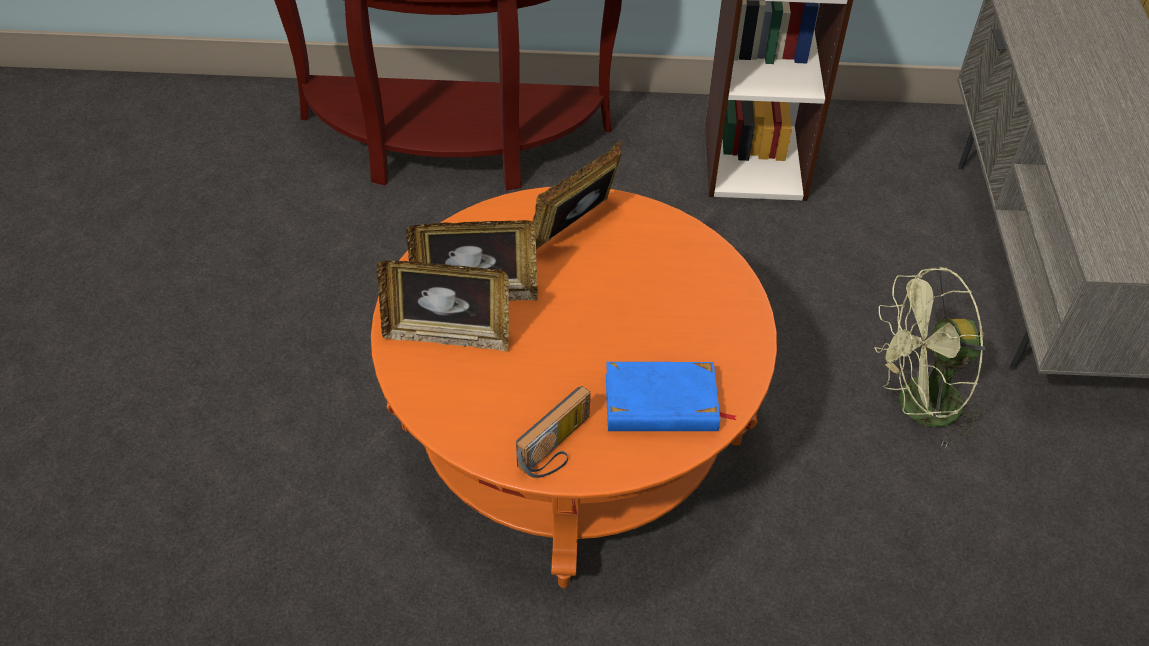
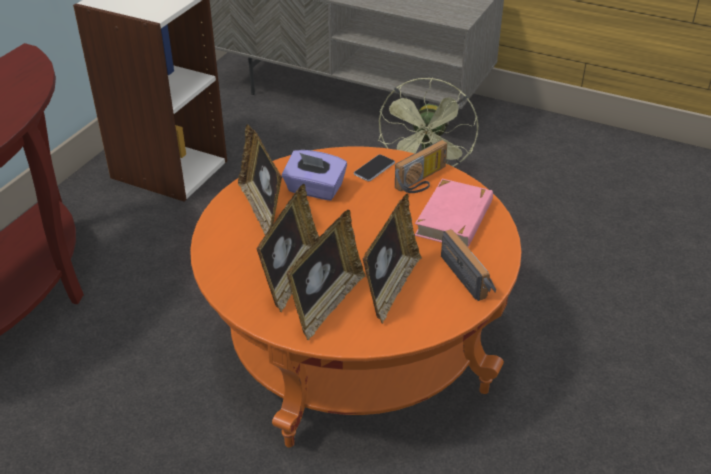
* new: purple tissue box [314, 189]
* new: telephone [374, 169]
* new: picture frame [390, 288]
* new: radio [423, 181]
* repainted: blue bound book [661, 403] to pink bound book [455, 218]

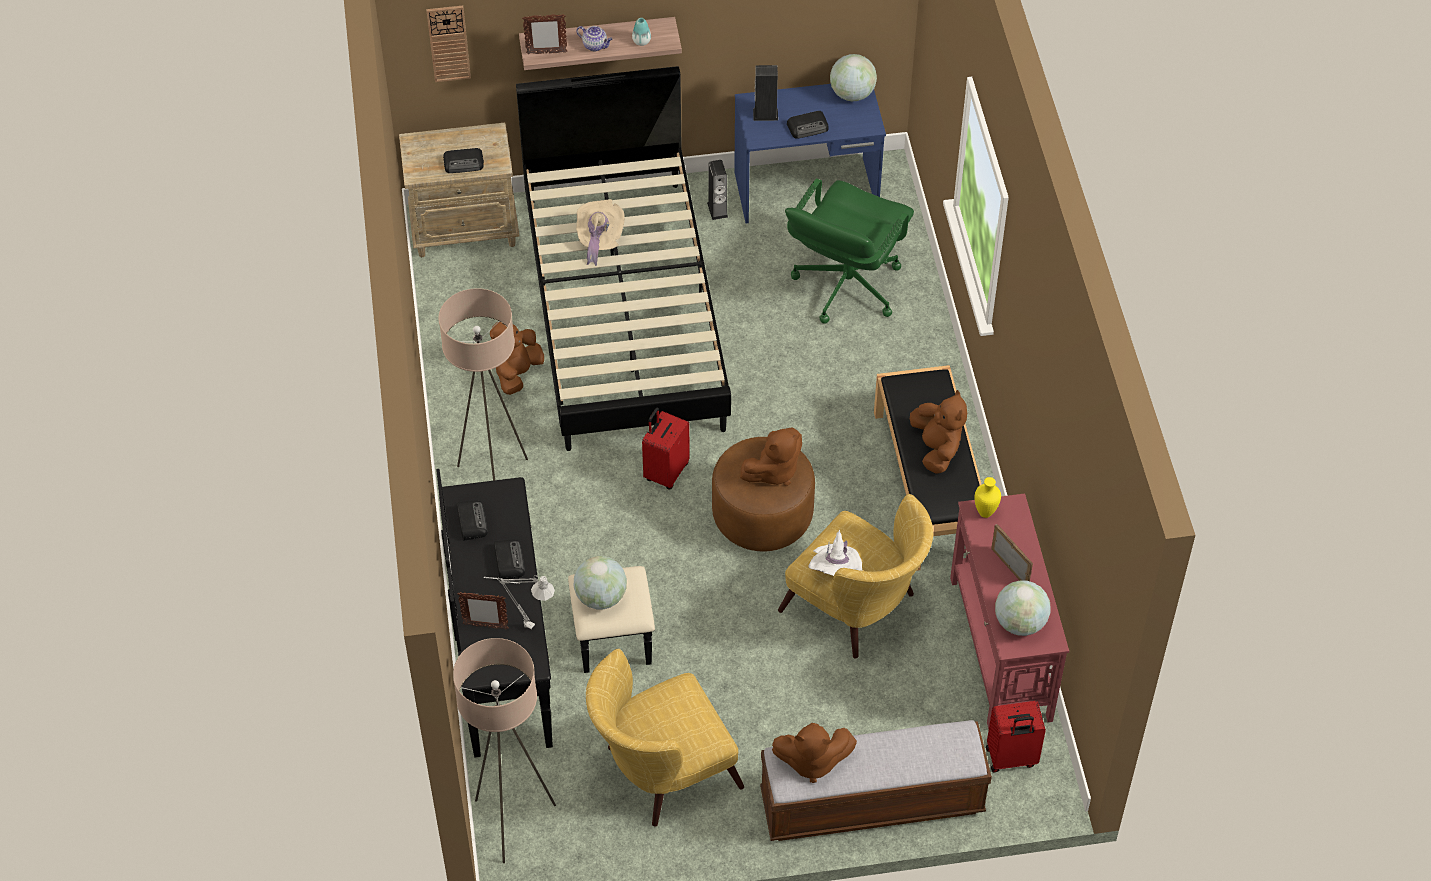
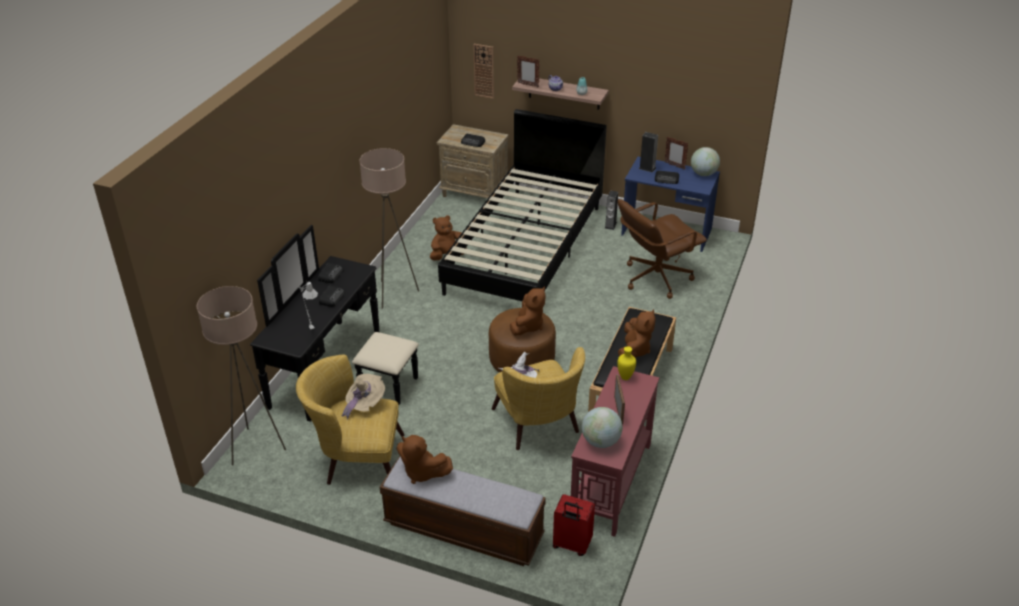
* shifted: sand-coloured hat [599, 240] to [364, 404]
* rotated: brown-coloured cuddly toy [774, 471] = [528, 326] 60 degrees counterclockwise
* repainted: green desk chair [845, 286] to brown-coloured desk chair [655, 278]
* shifted: picture frame [485, 626] to [674, 166]
* gone: desk globe [600, 597]
* gone: red-coloured suitcase [665, 472]

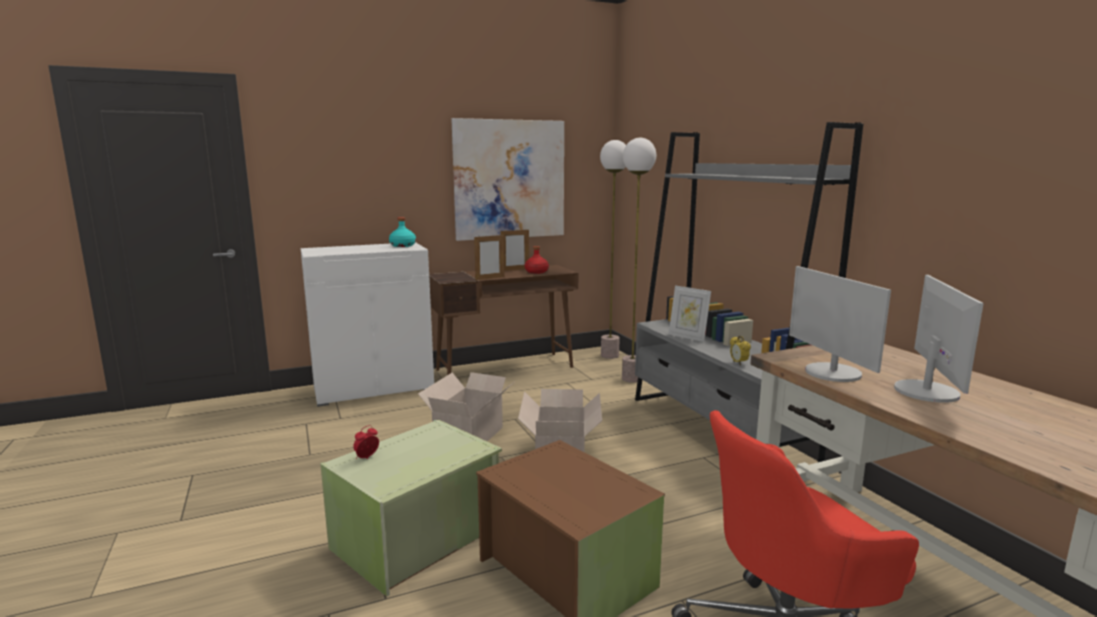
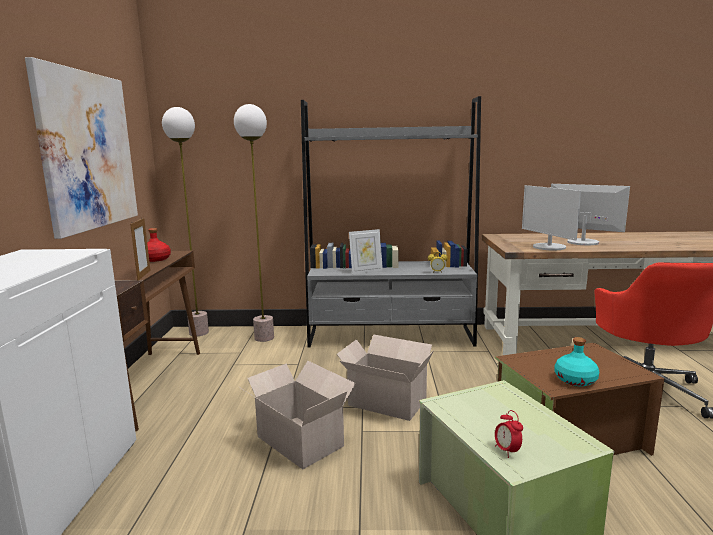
* rotated: computer screen [832, 373] = [549, 247] 60 degrees clockwise
* shifted: turquoise-coloured drink bottle [402, 245] to [575, 380]
* gone: picture frame [515, 270]

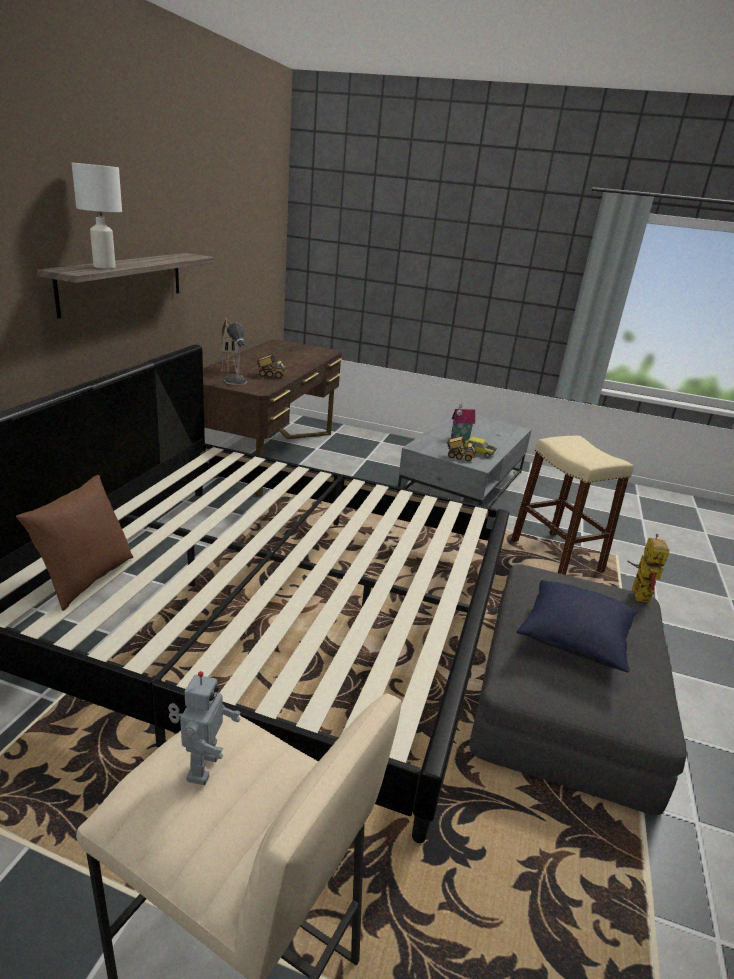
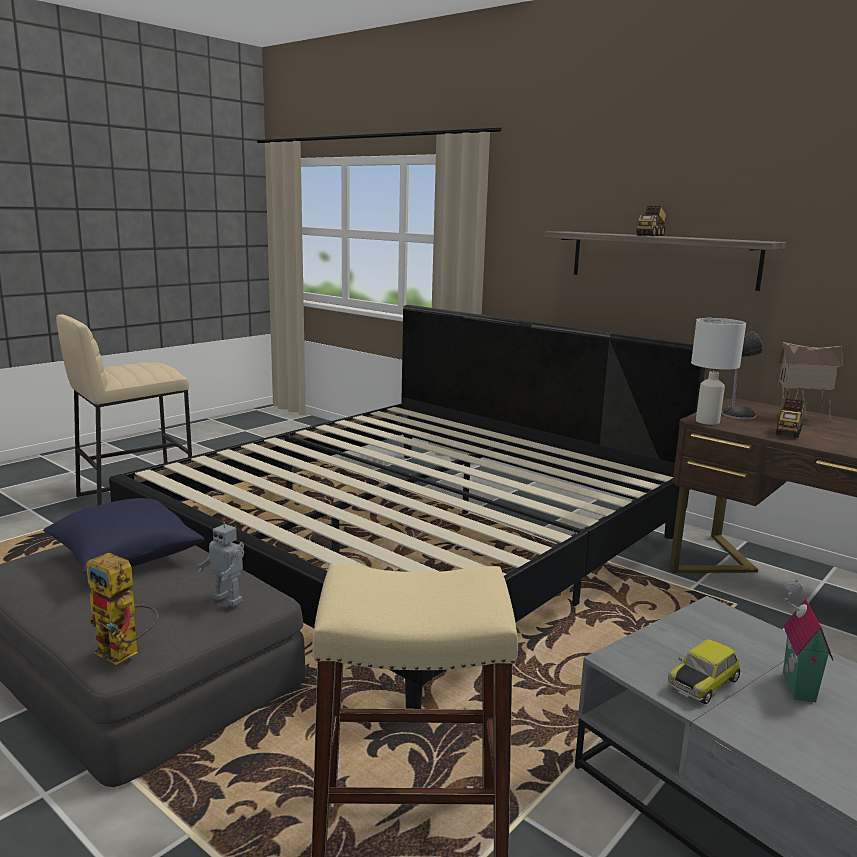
* shifted: model robot [201, 766] to [229, 599]
* shifted: toy lorry [459, 457] to [650, 235]
* shifted: white tabletop lamp [104, 267] to [708, 421]
* gone: brown-coloured throw pillow [86, 579]

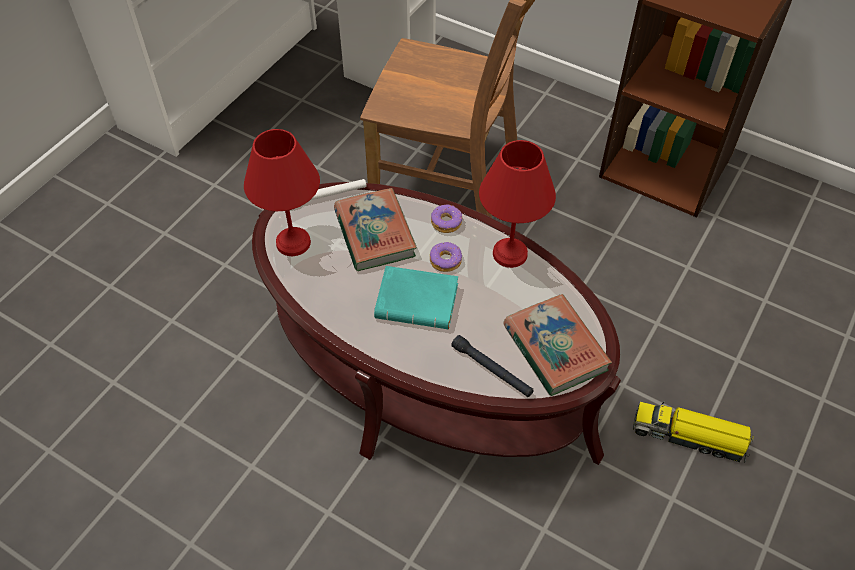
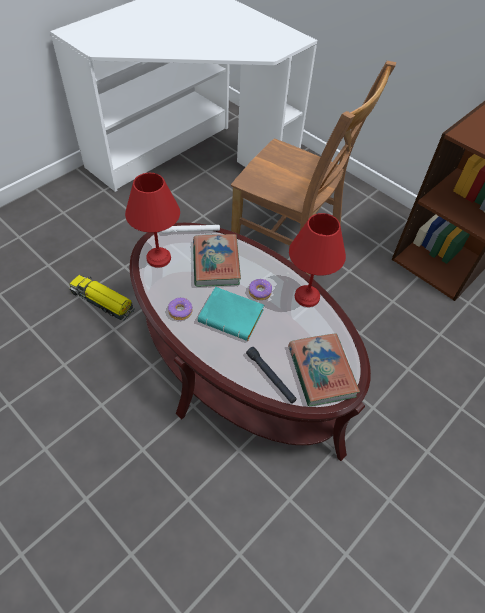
* shifted: toy lorry [690, 436] to [103, 301]
* shifted: ring doughnut [446, 222] to [180, 311]

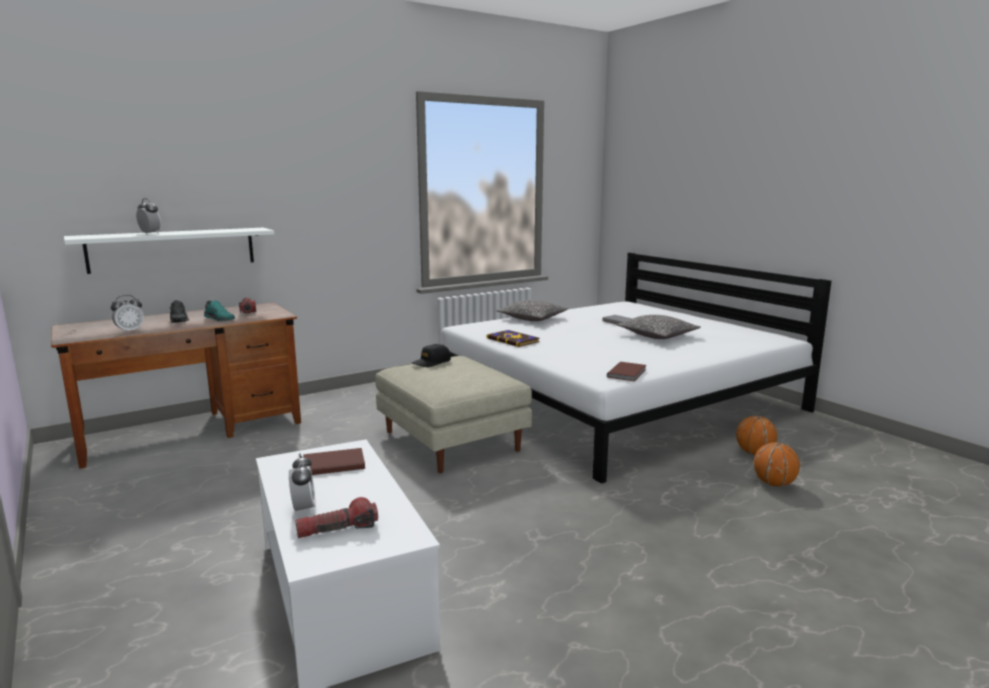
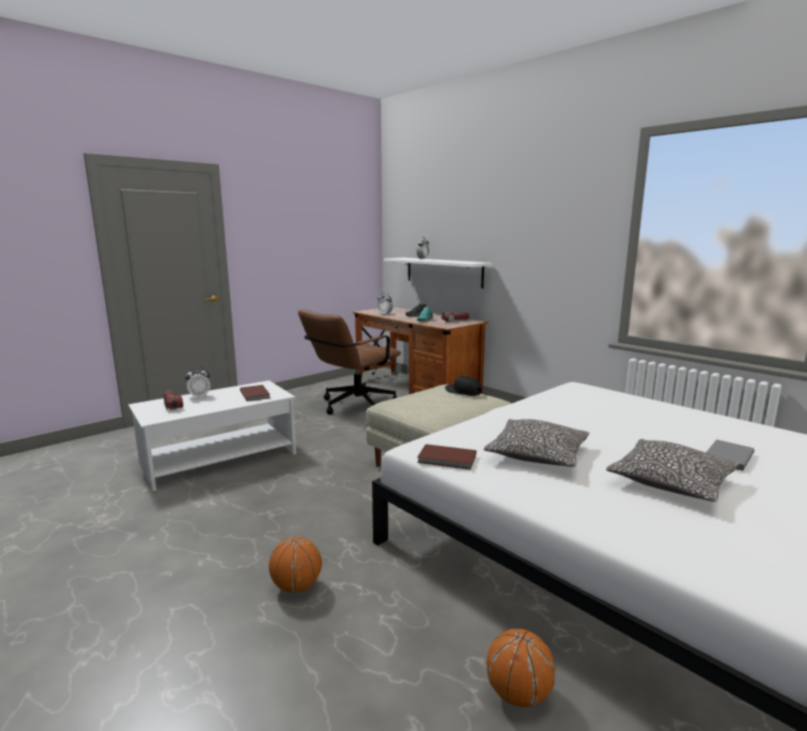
* shifted: ball for basketball [773, 484] to [297, 586]
* new: brown-coloured desk chair [352, 406]
* shifted: throw pillow [532, 318] to [537, 454]
* gone: bound book [513, 340]

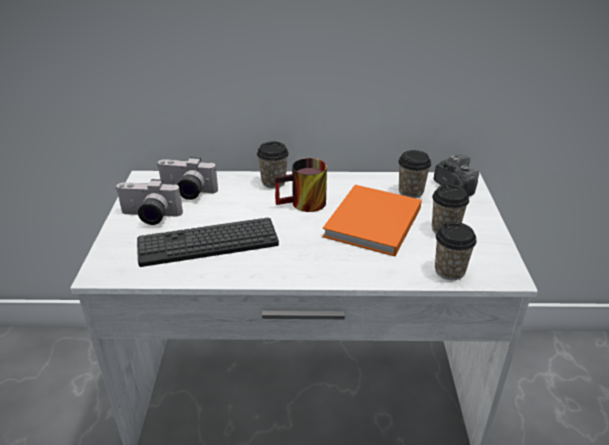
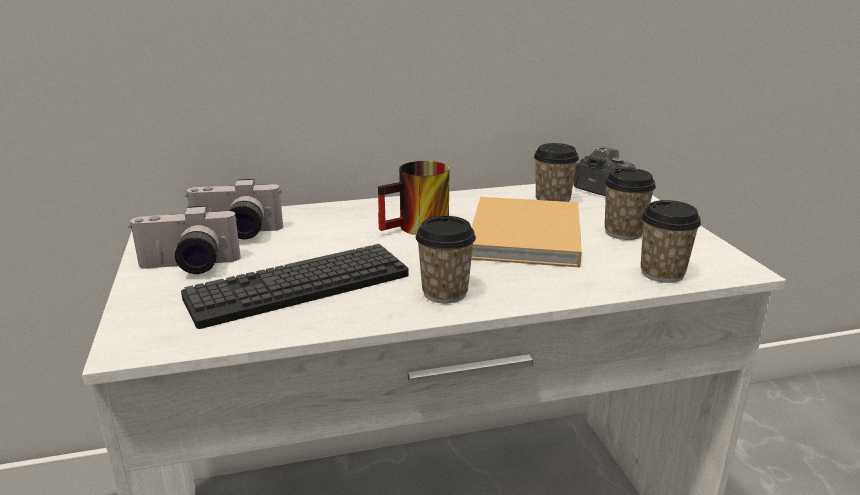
* shifted: small cup [273, 182] to [445, 293]
* repainted: orange bound book [372, 224] to sand-coloured bound book [525, 237]

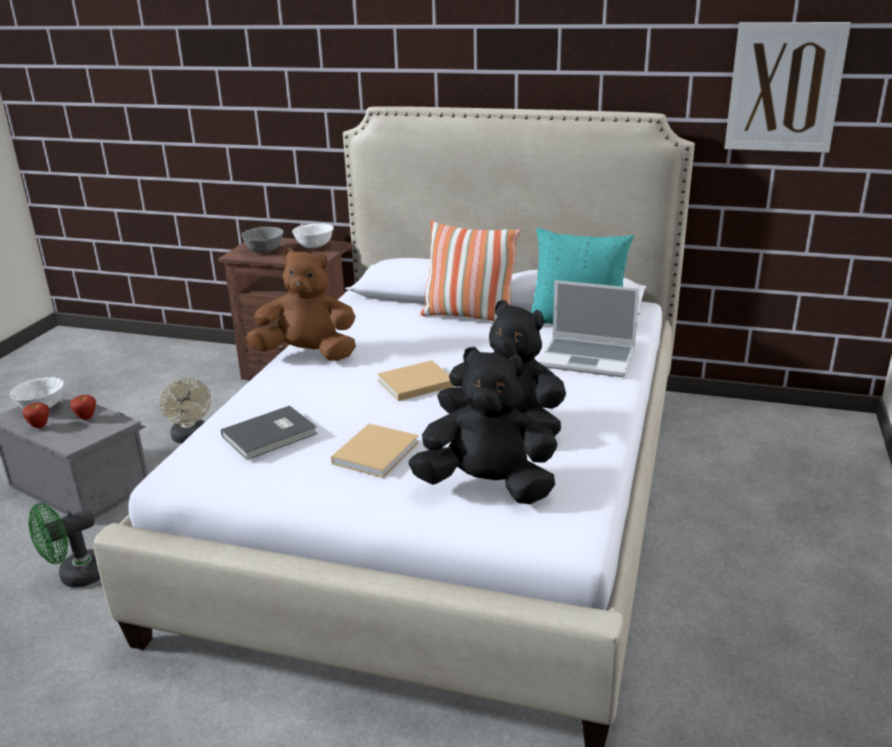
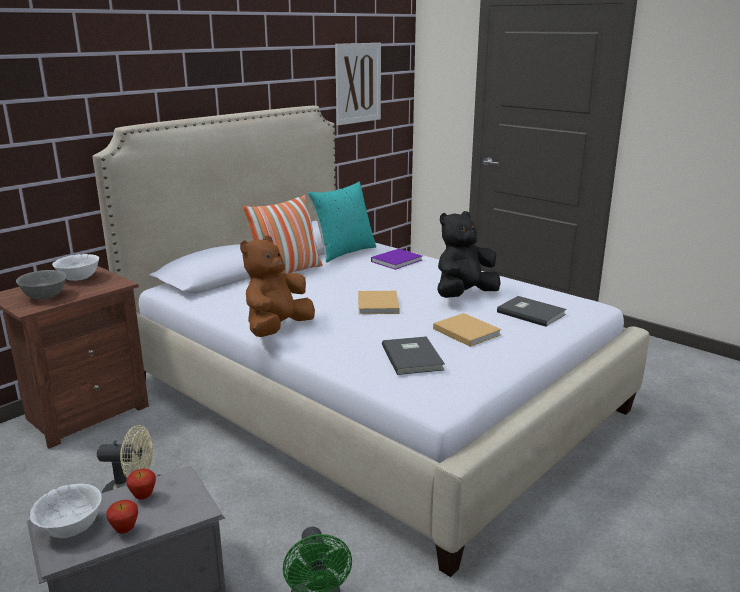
* swapped: laptop [588, 358] to purple bound book [397, 260]
* swapped: black cuddly toy [487, 487] to gray bound book [531, 312]

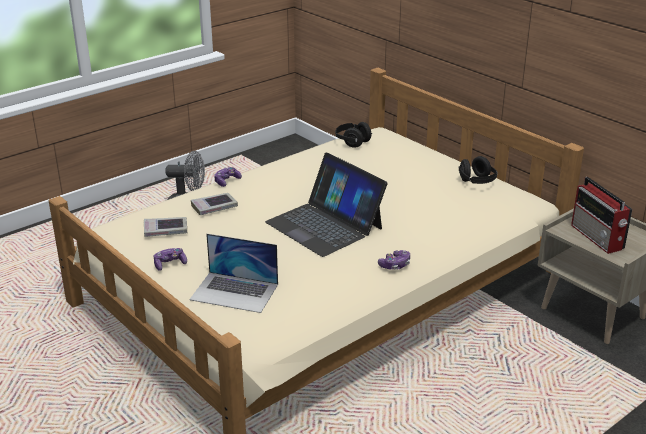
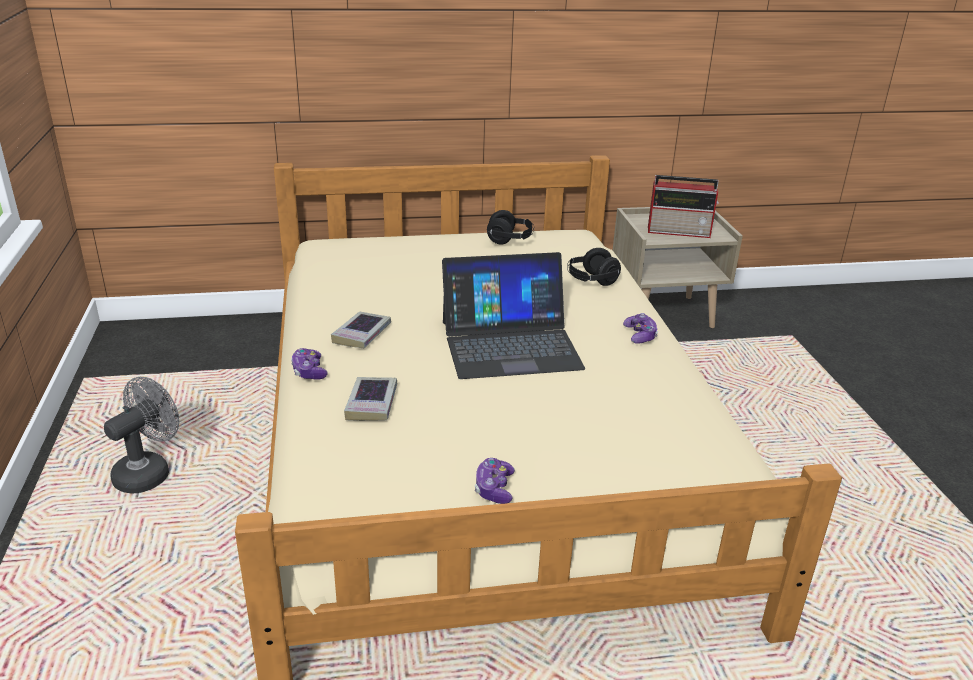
* shifted: bound book [165, 230] to [362, 334]
* shifted: black headset [352, 142] to [591, 281]
* gone: laptop [234, 292]

